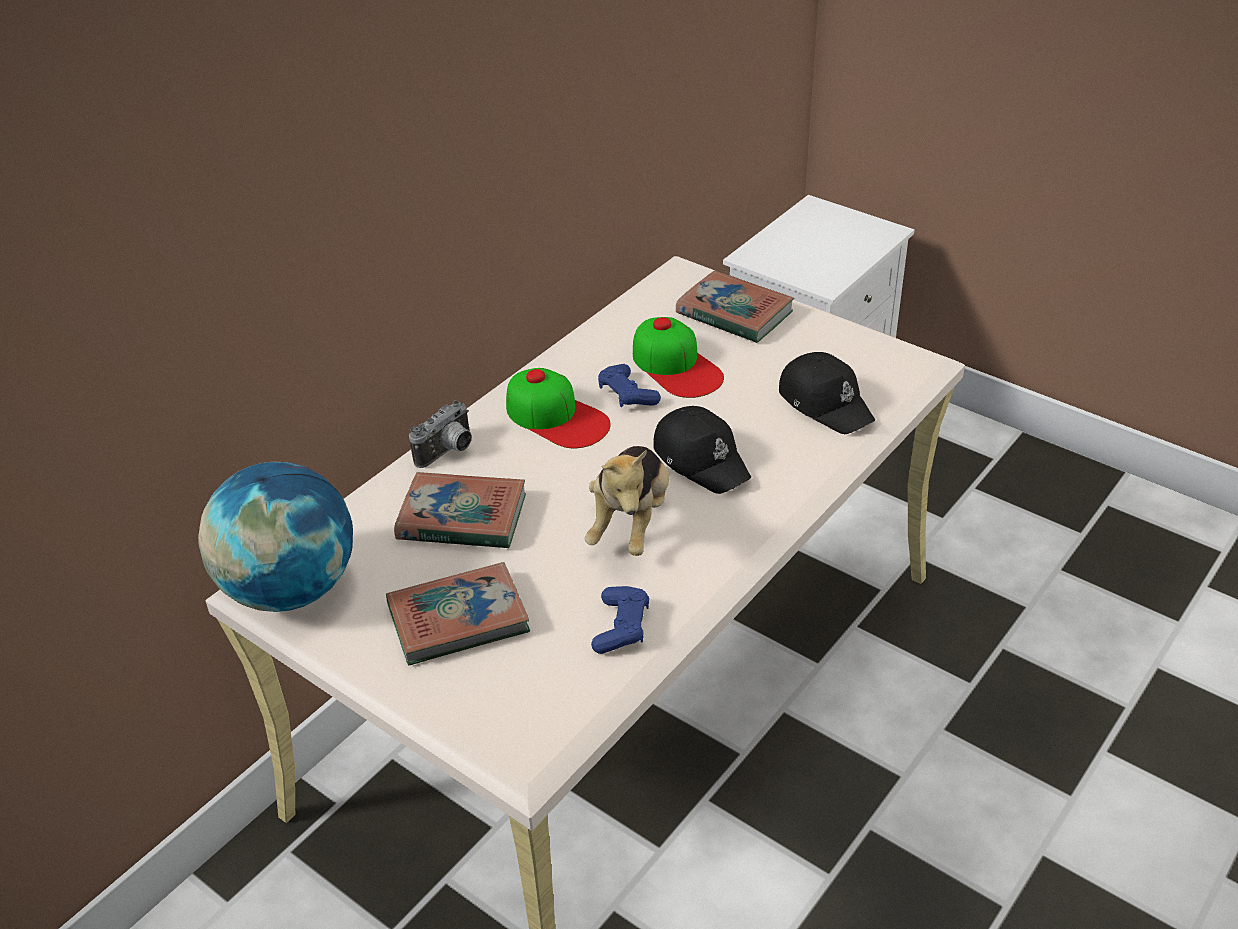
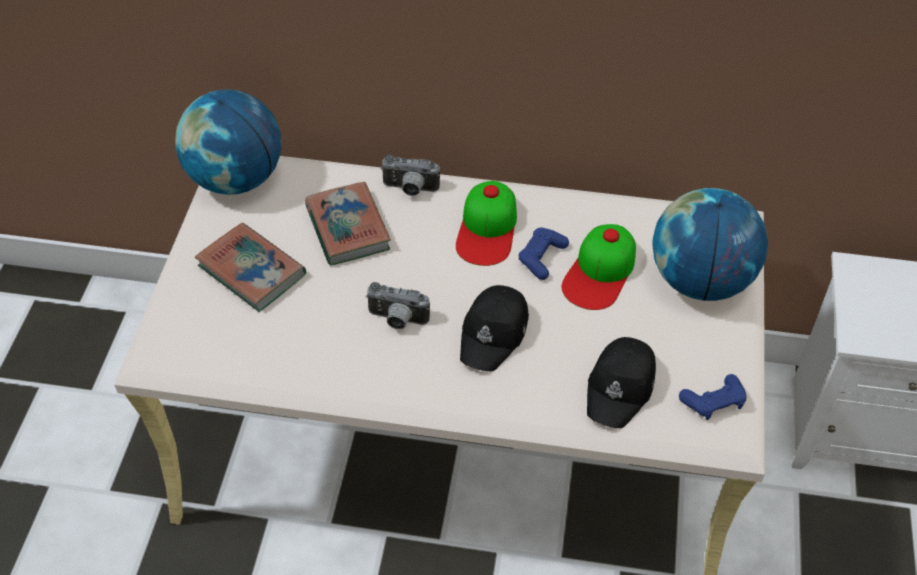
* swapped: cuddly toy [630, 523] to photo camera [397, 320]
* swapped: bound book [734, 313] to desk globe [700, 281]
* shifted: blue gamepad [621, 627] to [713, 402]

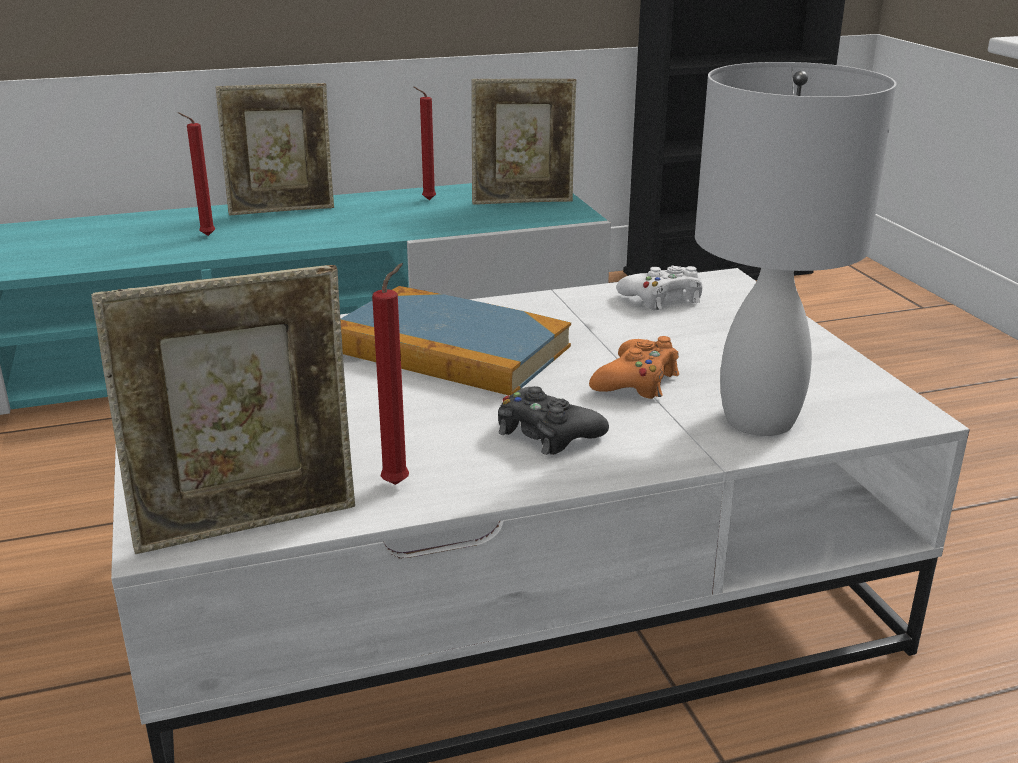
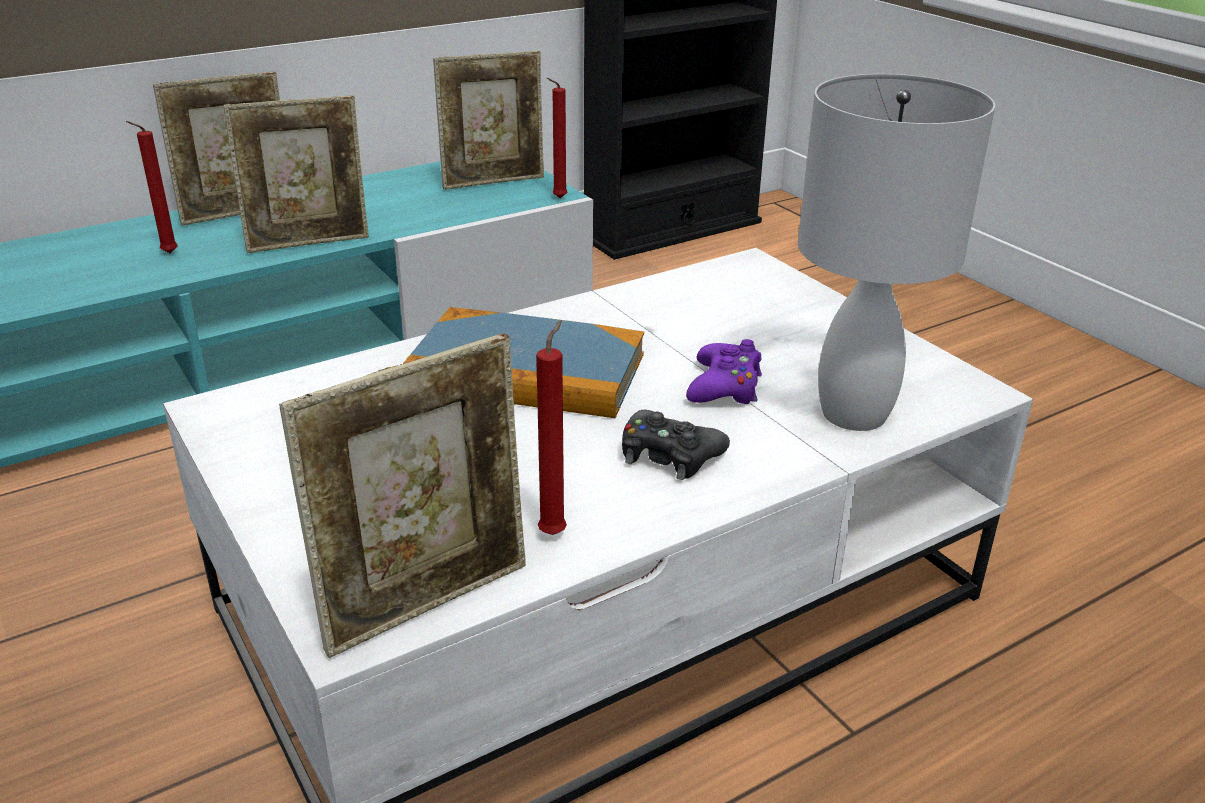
* new: picture frame [309, 242]
* shifted: red-coloured wax candle [426, 200] to [557, 198]
* repainted: orange gamepad [636, 381] to purple gamepad [725, 386]
* gone: white gamepad [663, 298]

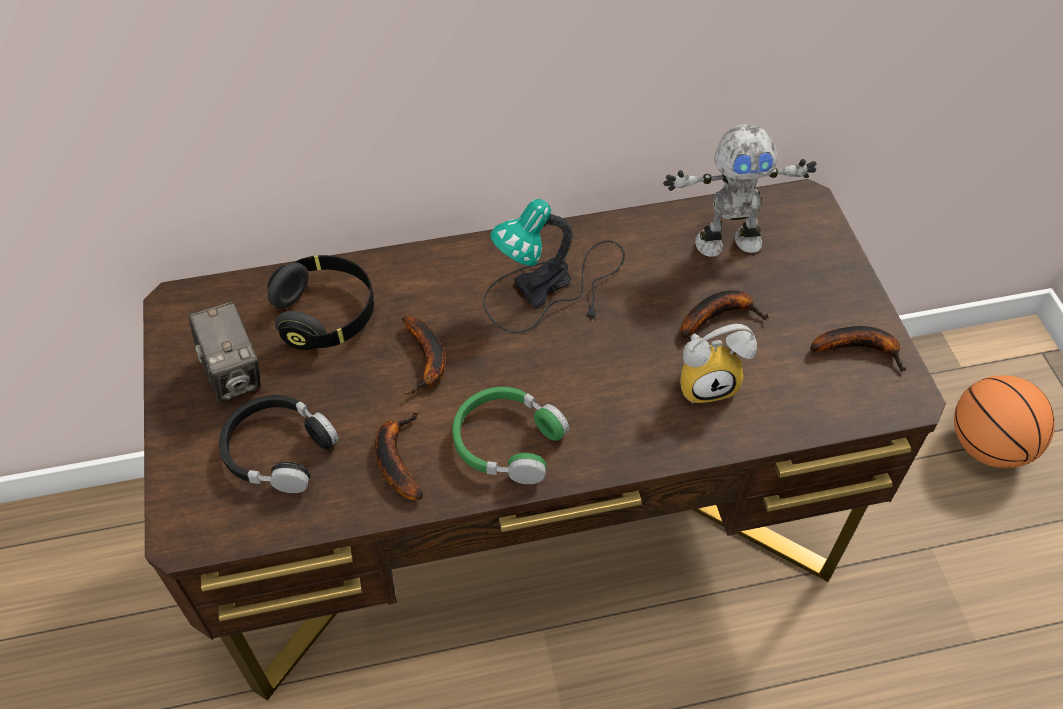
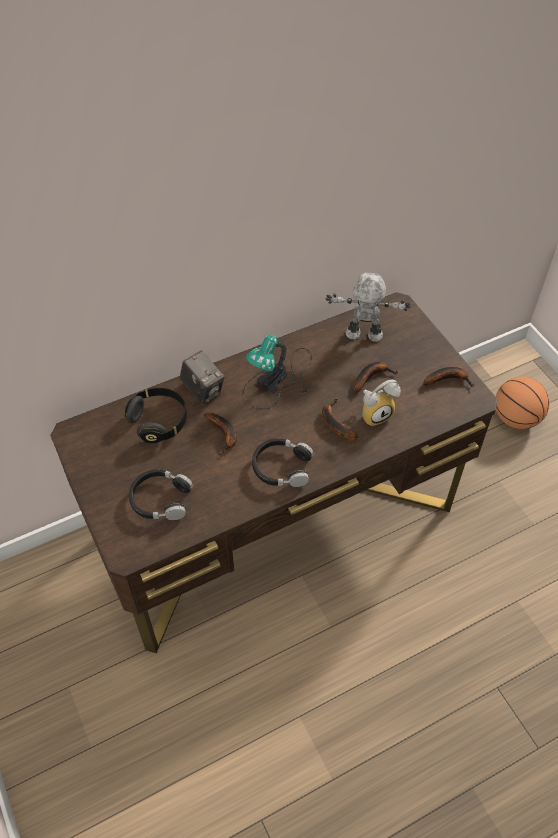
* shifted: photo camera [234, 374] to [203, 390]
* repainted: green headset [507, 442] to black headset [281, 467]
* shifted: banana [396, 459] to [335, 423]
* rotated: model robot [727, 241] = [364, 335] 150 degrees counterclockwise

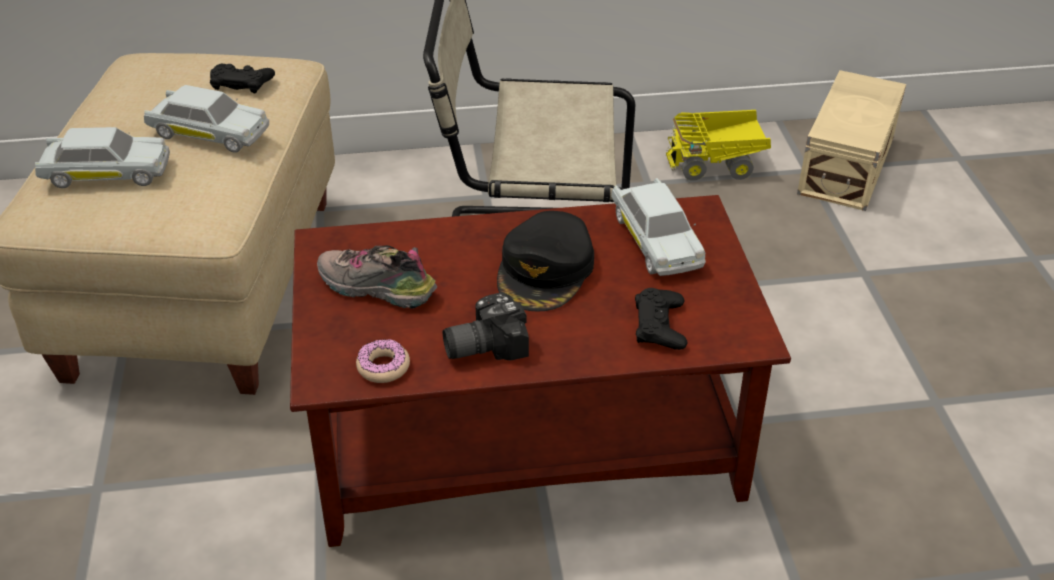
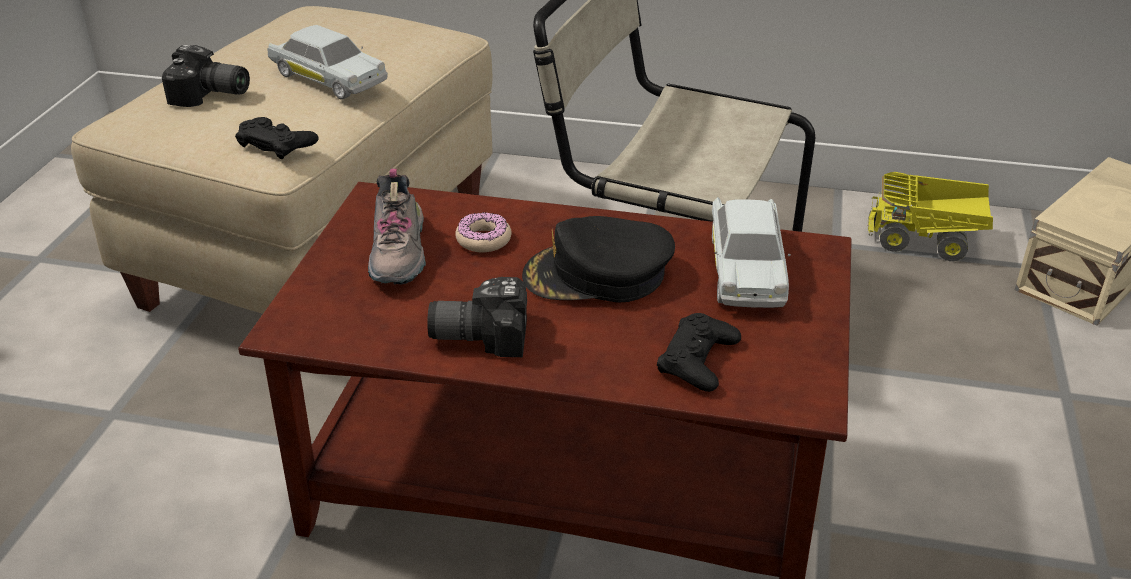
* swapped: white model car [106, 173] to photo camera [210, 96]
* shifted: black gamepad [241, 82] to [276, 144]
* rotated: shoe [374, 289] = [400, 253] 135 degrees counterclockwise
* shifted: ring doughnut [383, 367] to [483, 240]
* rotated: black peaked cap [546, 271] = [598, 274] 45 degrees clockwise

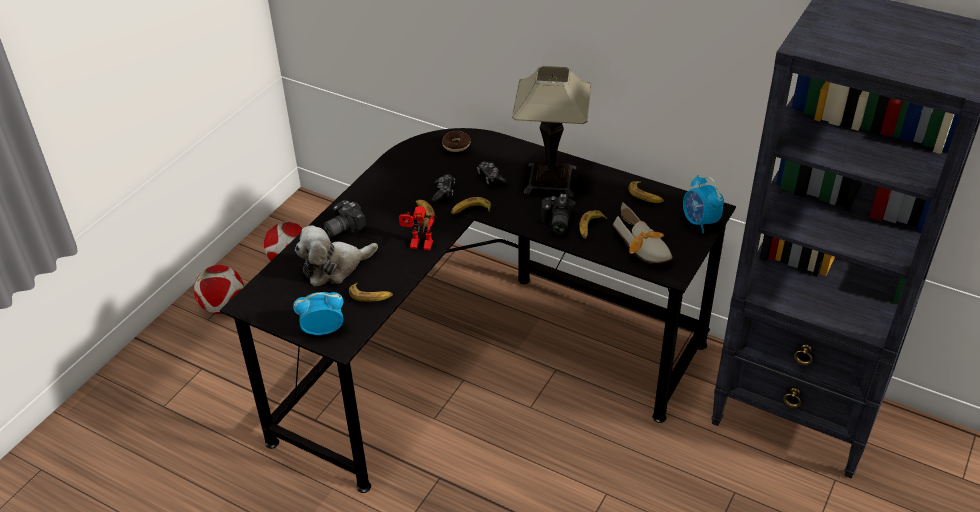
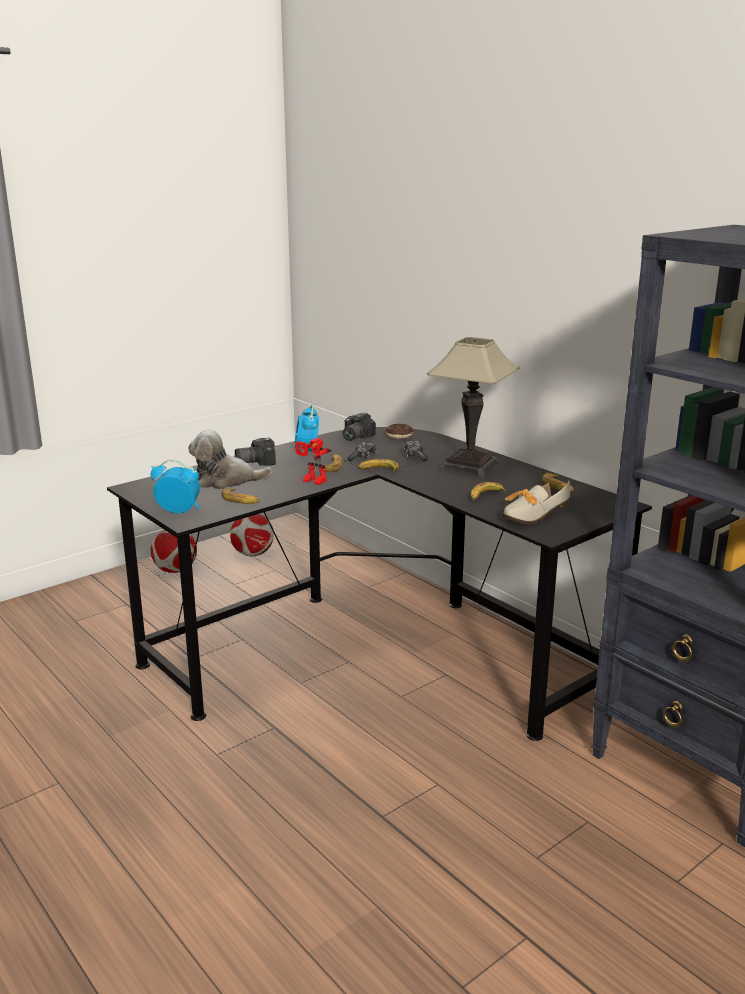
* shifted: bedside clock [700, 222] to [307, 452]
* shifted: photo camera [556, 223] to [354, 437]
* rotated: shoe [643, 247] = [530, 515] 60 degrees clockwise

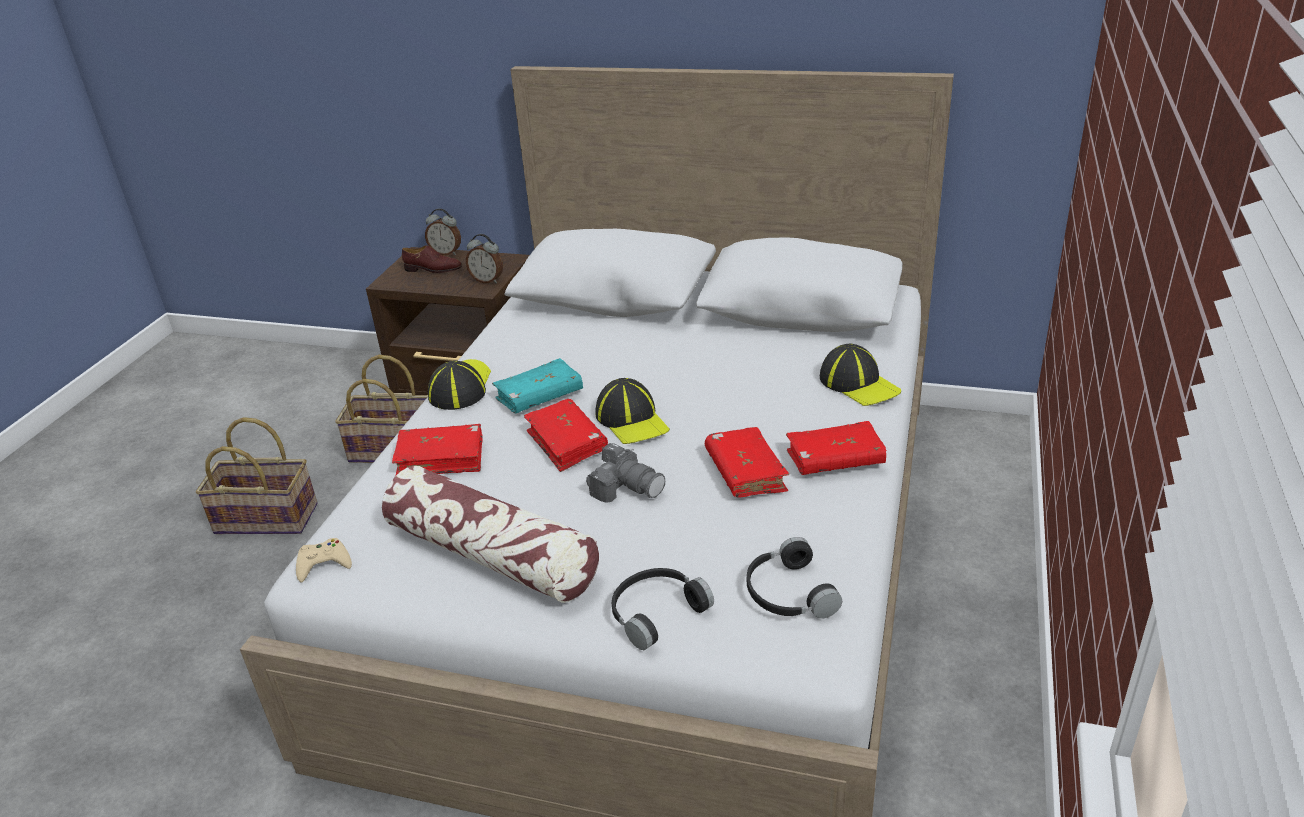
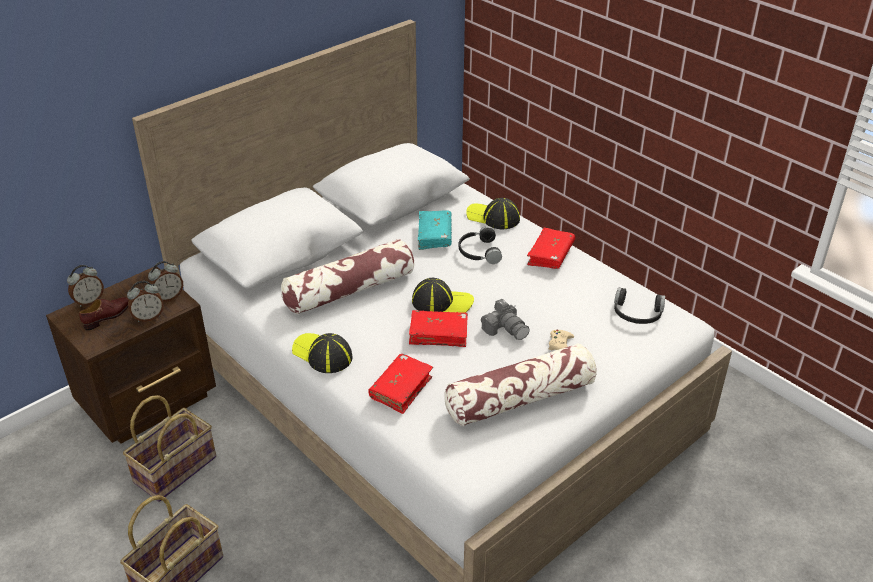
* new: bedside clock [148, 317]
* new: throw pillow [349, 290]
* shifted: turquoise-coloured bound book [539, 396] to [434, 235]
* shifted: black headset [655, 612] to [478, 252]
* rotated: peaked cap [859, 384] = [493, 217] 150 degrees counterclockwise
* rotated: photo camera [626, 487] = [505, 329] 75 degrees clockwise
* shifted: sand-coloured gamepad [323, 564] to [561, 345]
* gone: red-coloured bound book [745, 472]

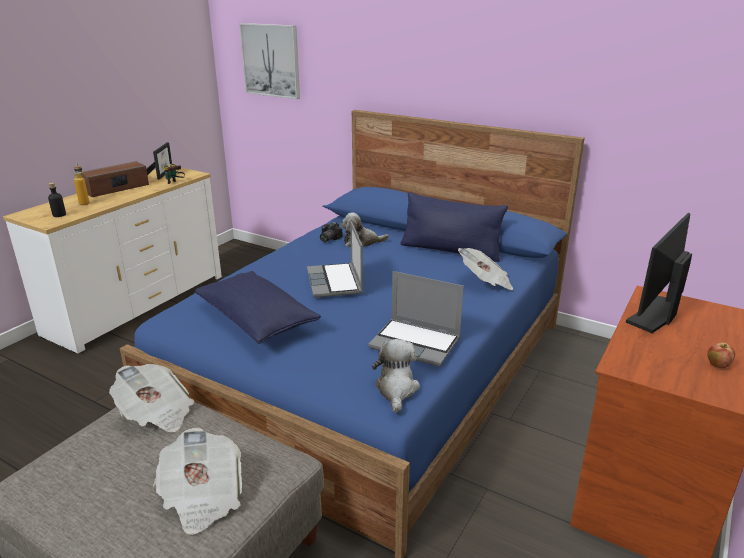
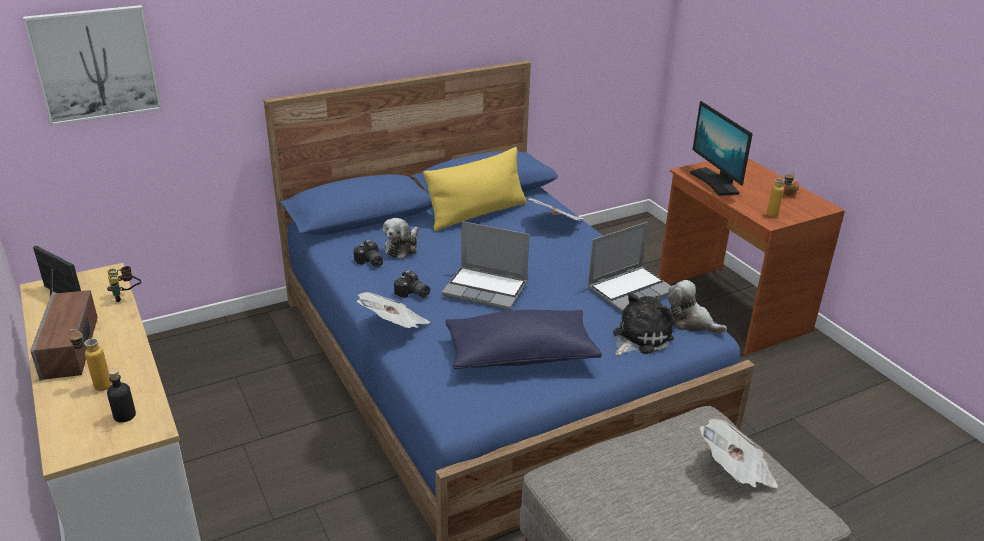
* shifted: printed paper [156, 413] to [394, 326]
* new: photo camera [412, 294]
* repainted: blue throw pillow [450, 251] to yellow throw pillow [477, 214]
* new: cuddly toy [639, 338]
* new: drink bottle [776, 214]

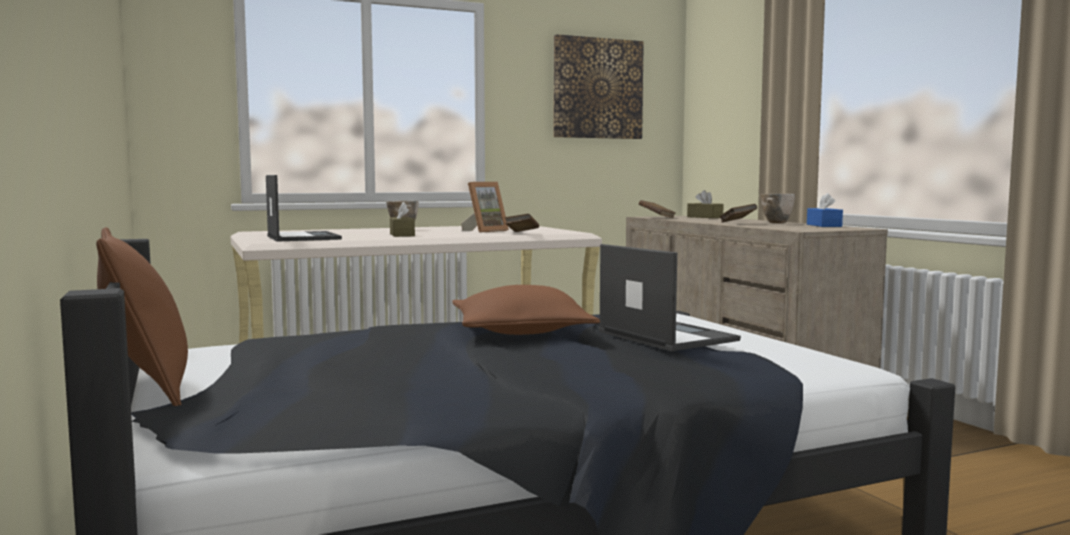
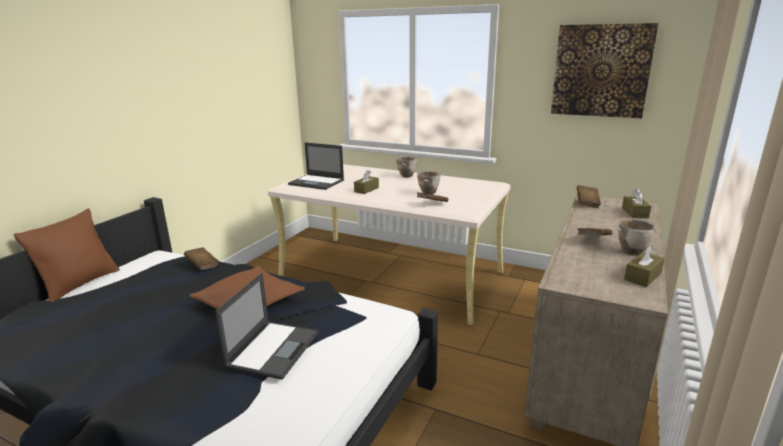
* new: brown-coloured bound book [202, 266]
* rotated: laptop [302, 237] = [317, 182] 90 degrees clockwise
* swapped: picture frame [485, 231] to bowl [429, 193]
* repainted: blue tissue box [824, 225] to brown-coloured tissue box [642, 276]

